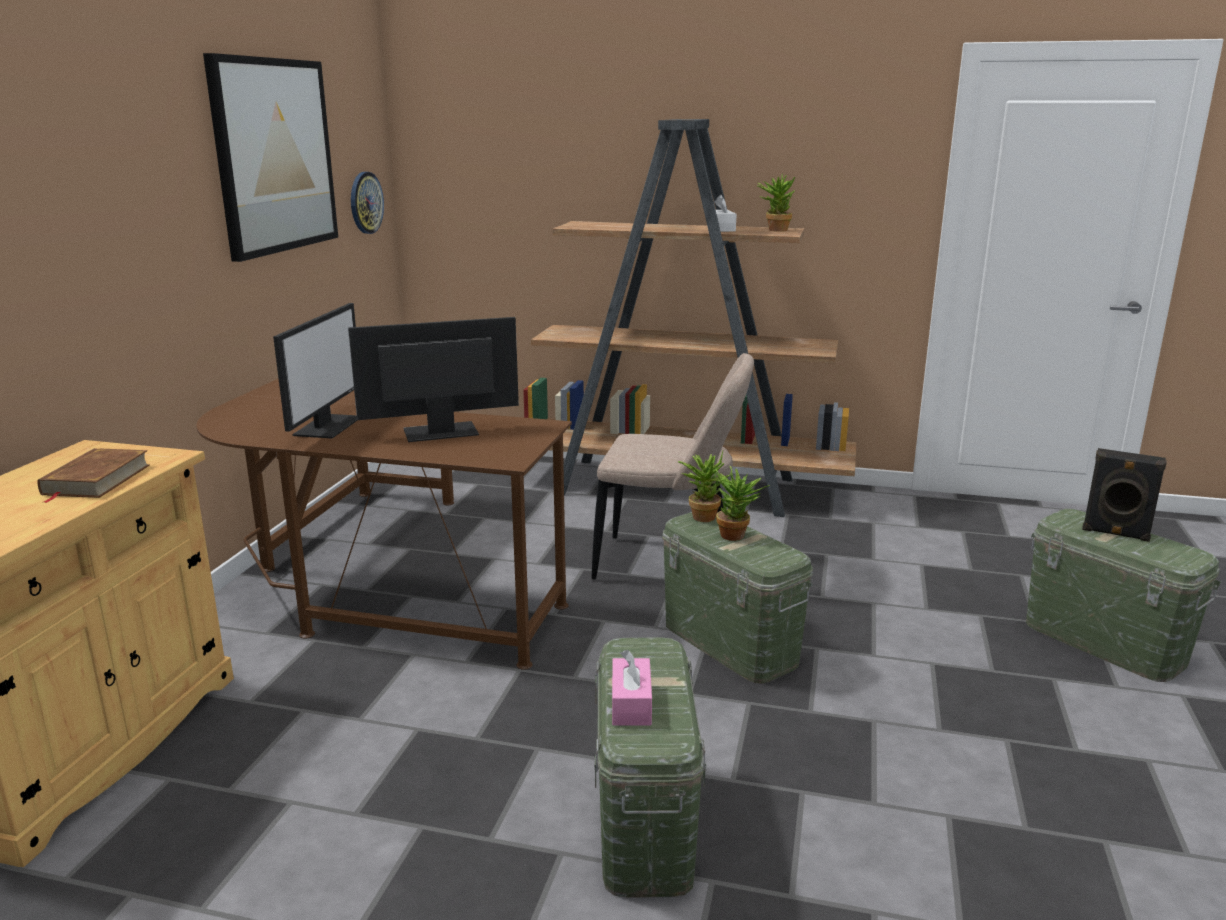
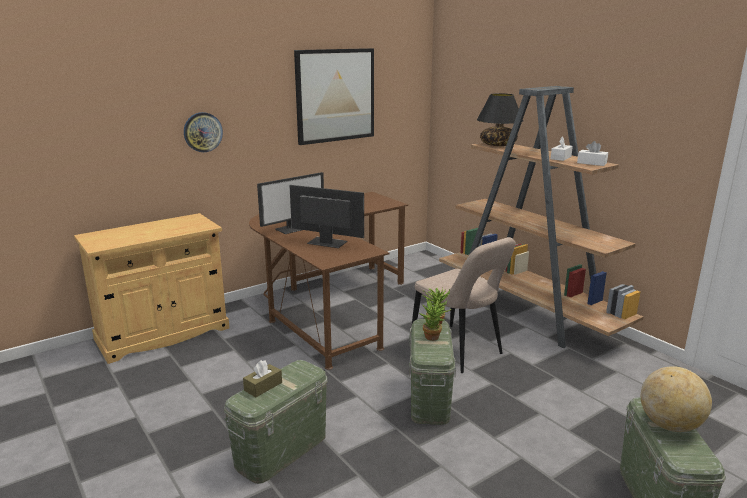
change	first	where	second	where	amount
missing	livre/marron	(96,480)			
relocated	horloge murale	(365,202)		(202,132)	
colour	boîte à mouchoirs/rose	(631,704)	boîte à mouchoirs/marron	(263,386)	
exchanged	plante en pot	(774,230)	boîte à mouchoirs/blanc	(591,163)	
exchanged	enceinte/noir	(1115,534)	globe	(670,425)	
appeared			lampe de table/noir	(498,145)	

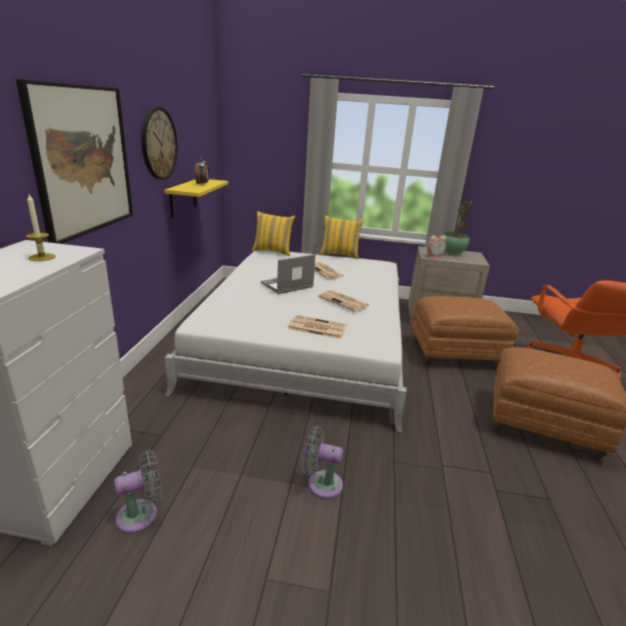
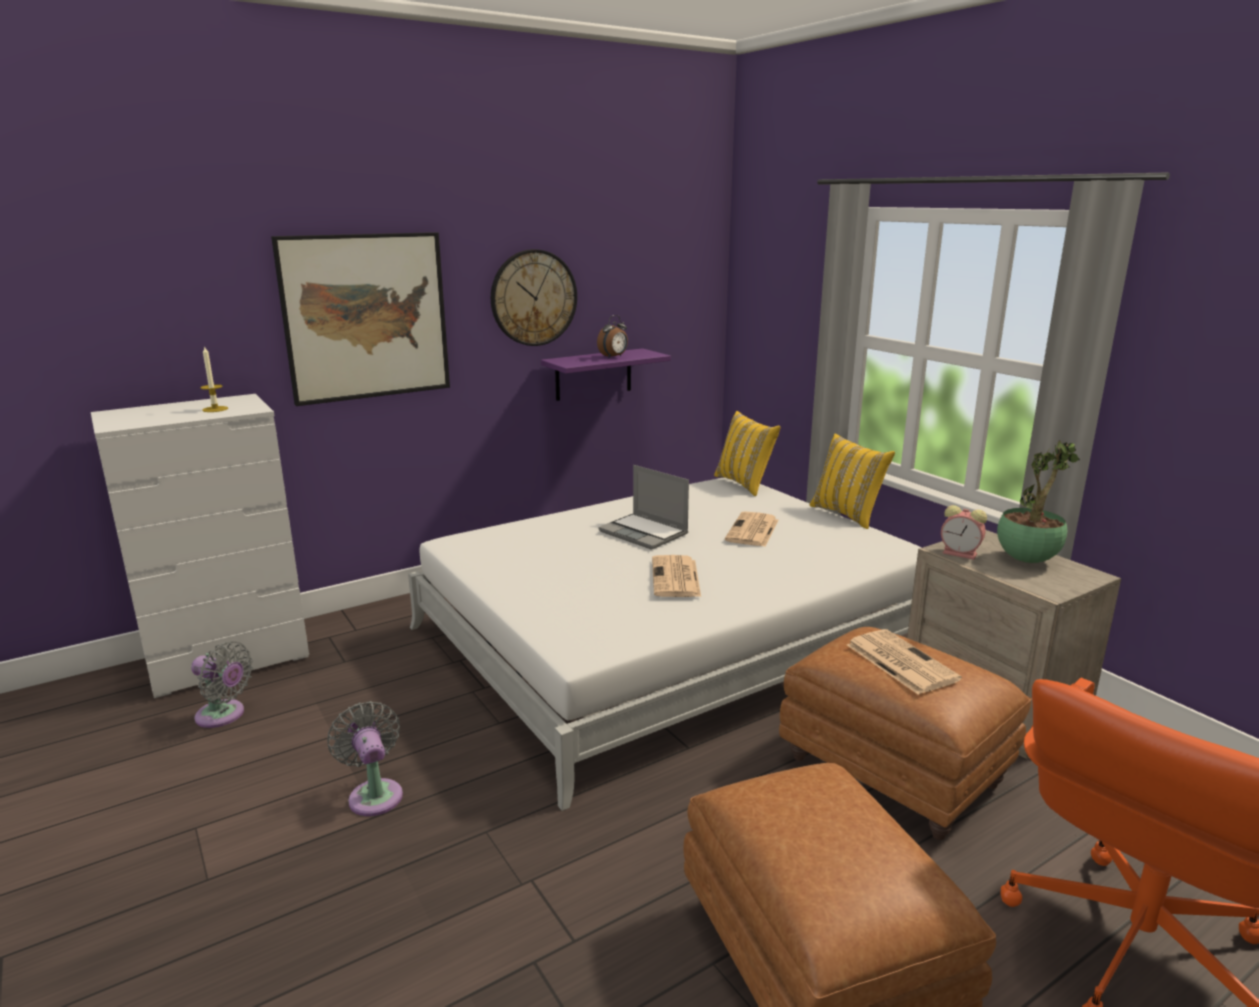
change	first	where	second	where	amount
colour	étagère/jaune	(183,197)	étagère/violet	(593,374)	
spun	ordinateur portable	(287,286)		(645,533)	150 degrees counterclockwise
relocated	journal	(316,327)		(899,661)	

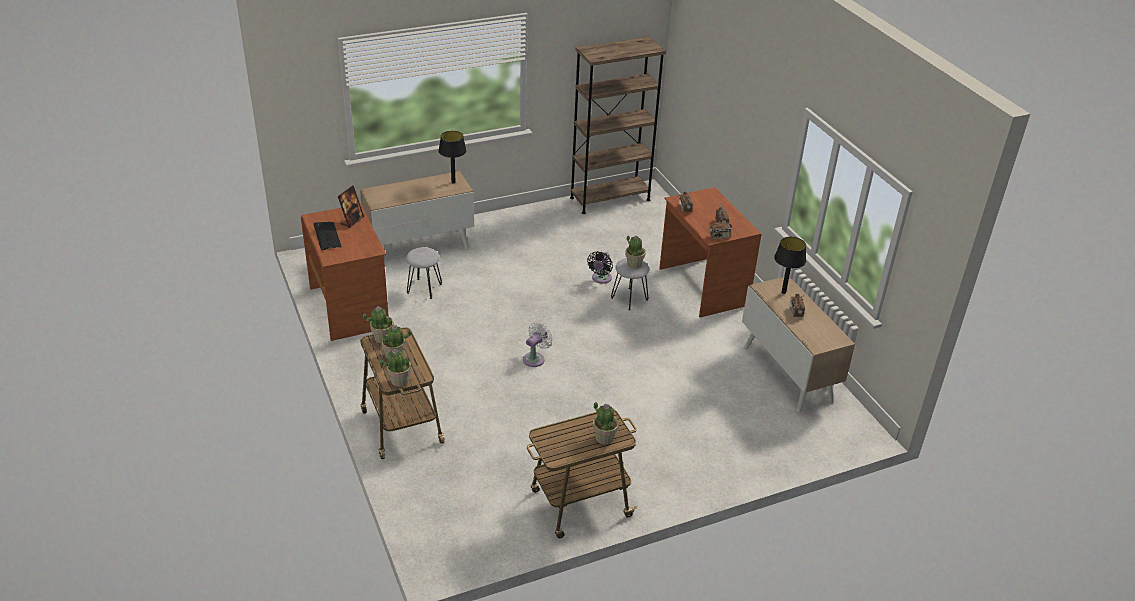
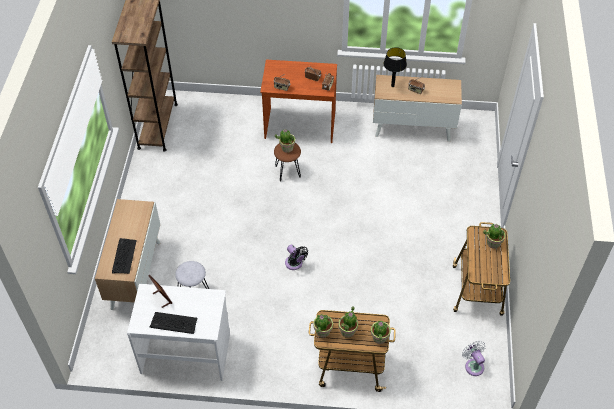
change	first	where	second	where	amount
colour	bureau/marron	(350,307)	bureau/blanc	(186,352)	
missing	lampe de table/noir	(453,182)			
relocated	ventilateur/blanc	(535,358)		(473,365)	
relocated	ventilateur/noir	(601,279)		(295,264)	
colour	tabouret/gris	(629,298)	tabouret/marron	(287,171)	
appeared			clavier	(124,256)	

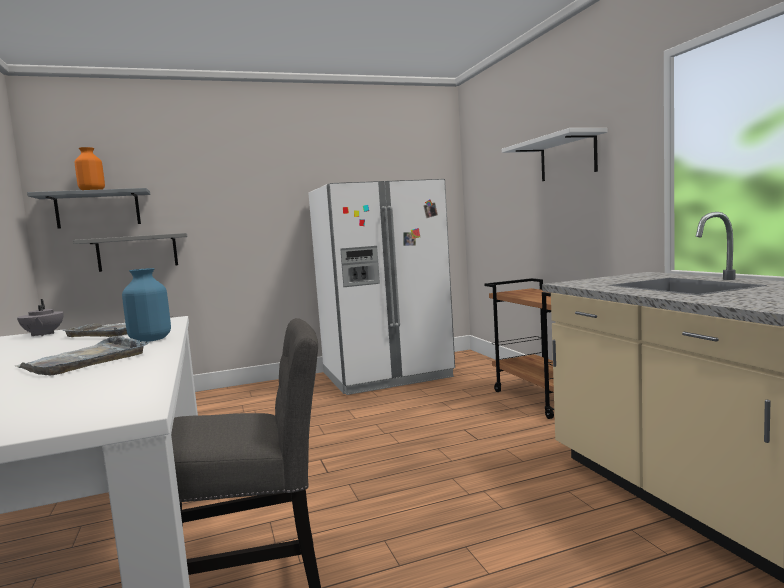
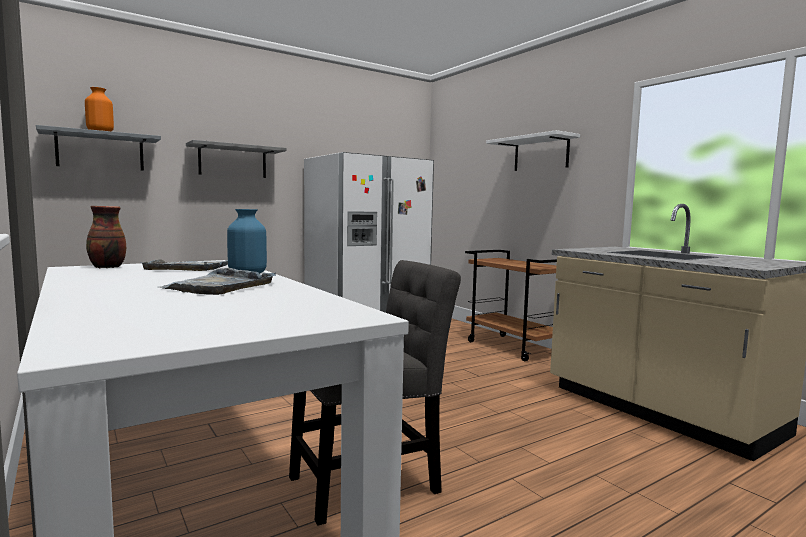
change	first	where	second	where	amount
exchanged	théière/gris	(43,334)	vase	(107,267)	
relocated	étagère/gris	(137,252)		(232,161)	

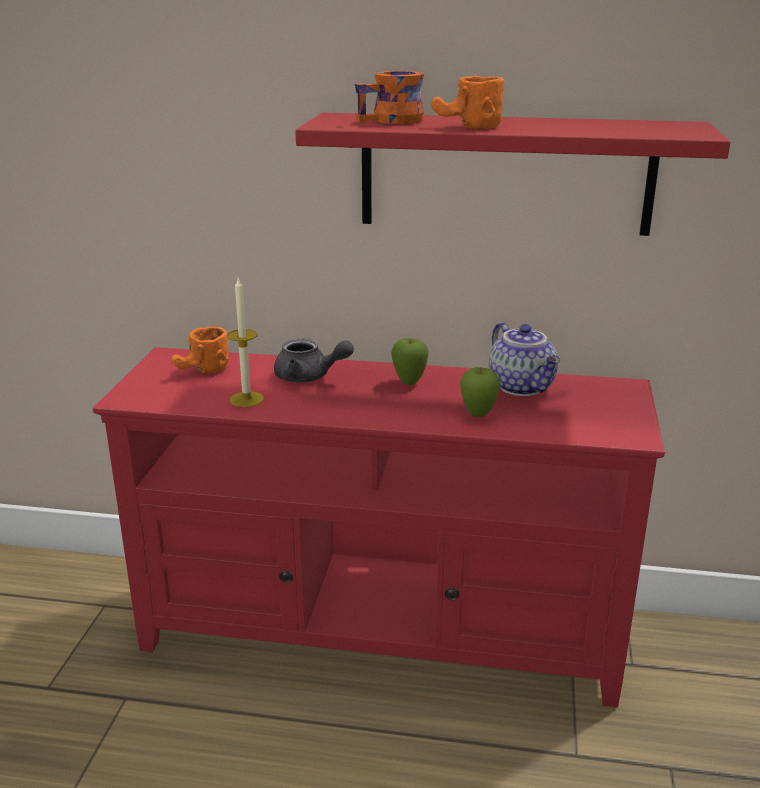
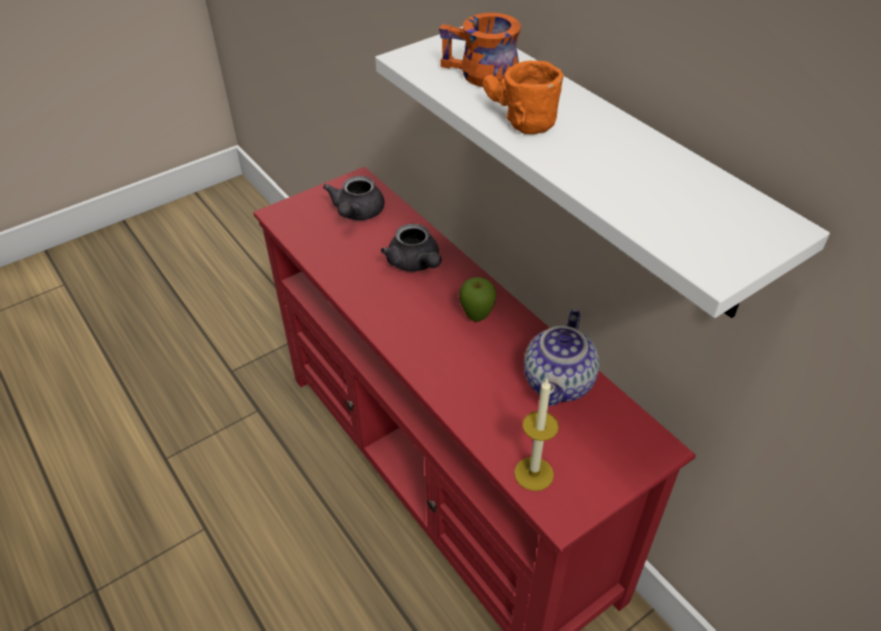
change	first	where	second	where	amount
exchanged	mug/orange	(202,372)	théière/gris	(356,213)	
relocated	bougie	(246,399)		(533,473)	
colour	étagère/rouge	(505,174)	étagère/blanc	(610,168)	
missing	pomme	(478,415)			

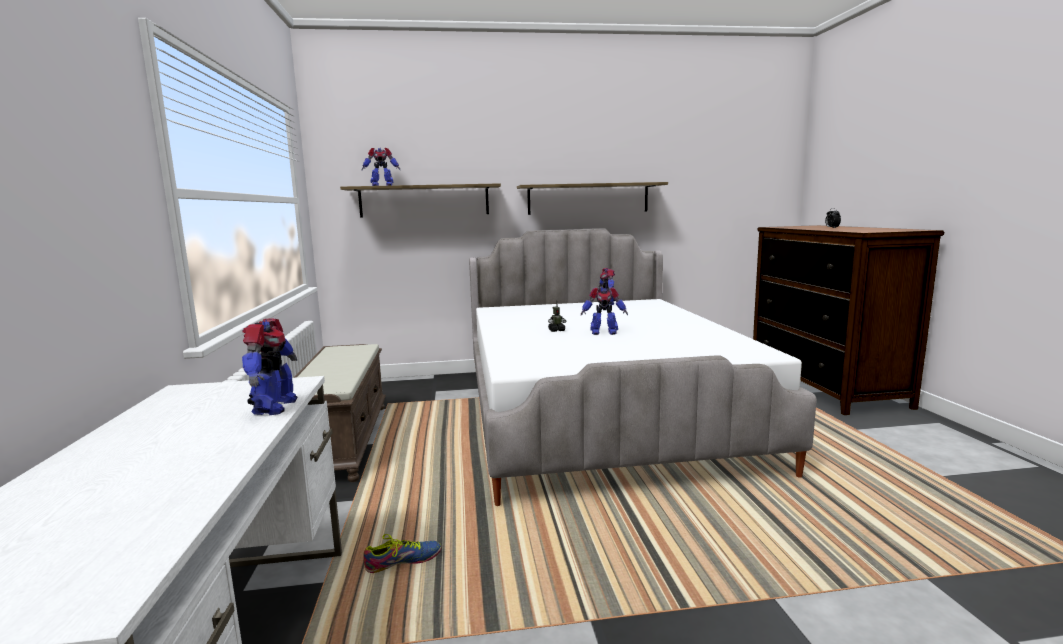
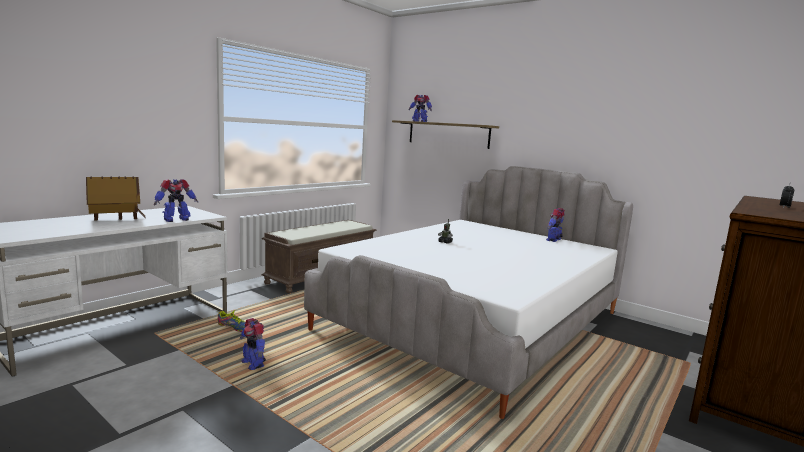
change	first	where	second	where	amount
missing	étagère	(588,198)			
relocated	robot jouet	(603,332)		(253,364)	
appeared			maison miniature	(116,219)	

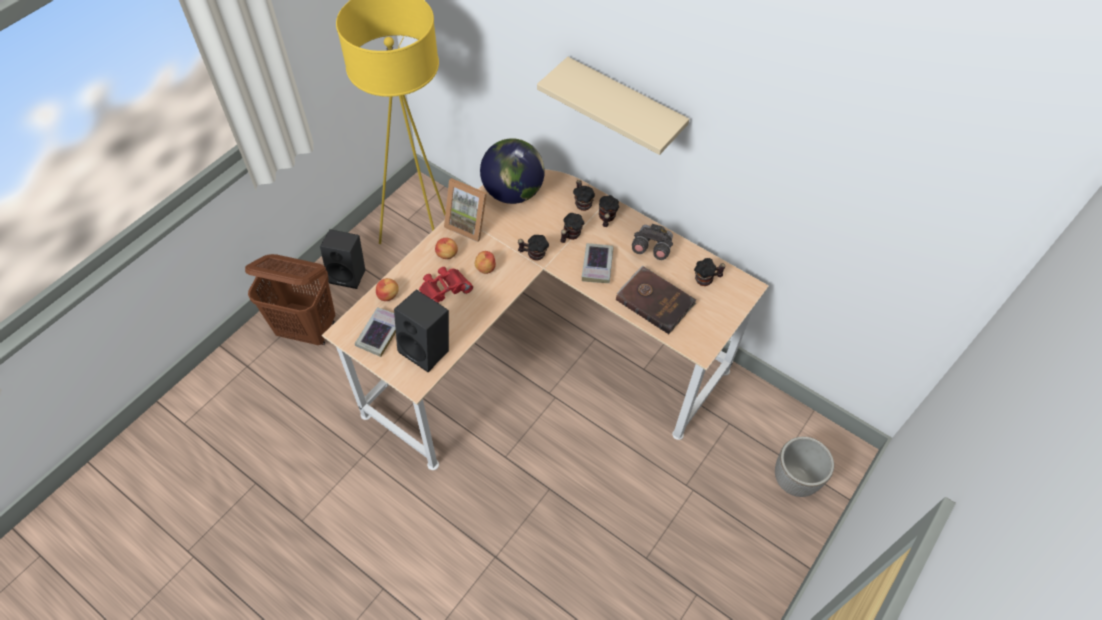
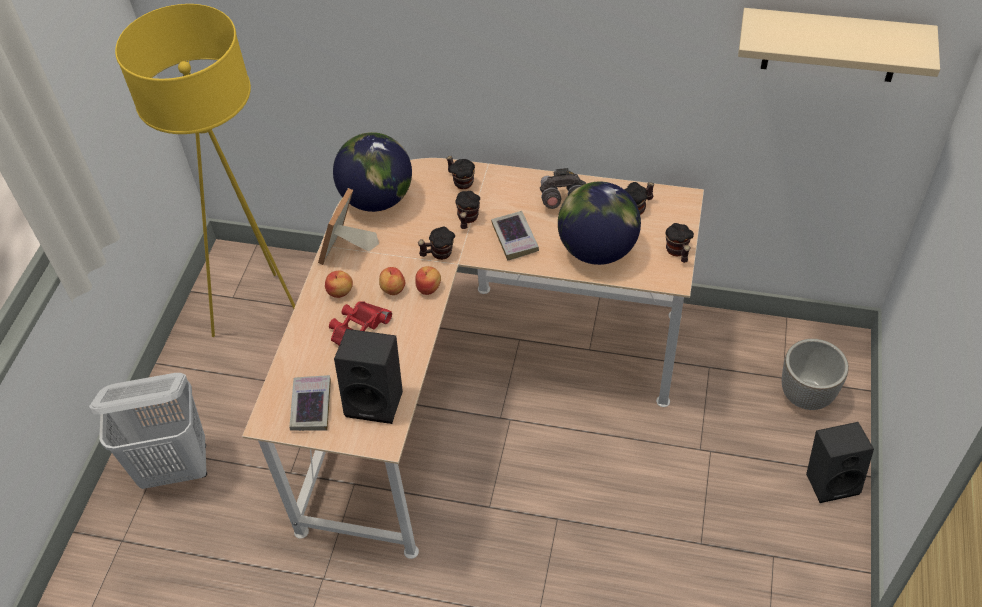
change	first	where	second	where	amount
colour	panier à linge/marron	(308,329)	panier à linge/blanc	(176,467)	
relocated	enceinte/noir	(349,274)		(831,480)	
relocated	pomme	(388,295)		(429,288)	
spun	cadre photo	(469,224)		(346,250)	105 degrees clockwise
relocated	étagère/beige	(624,107)		(832,45)	
relocated	mug	(606,218)		(678,252)	
exchanged	livre/marron	(655,300)	globe	(597,249)	

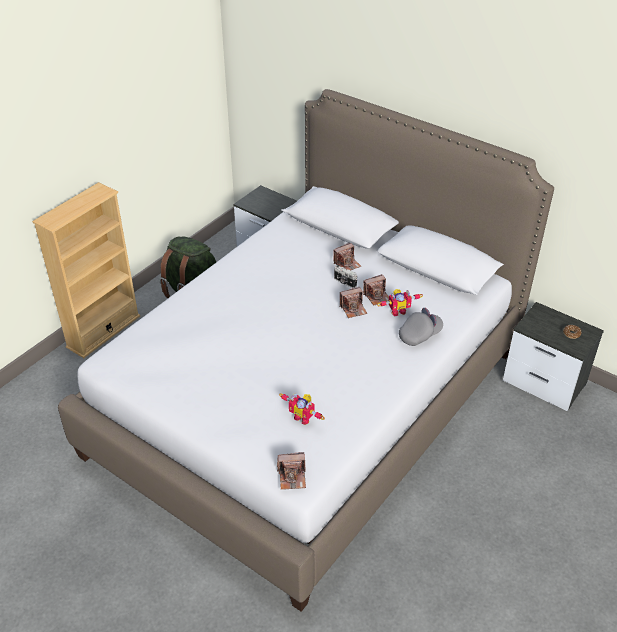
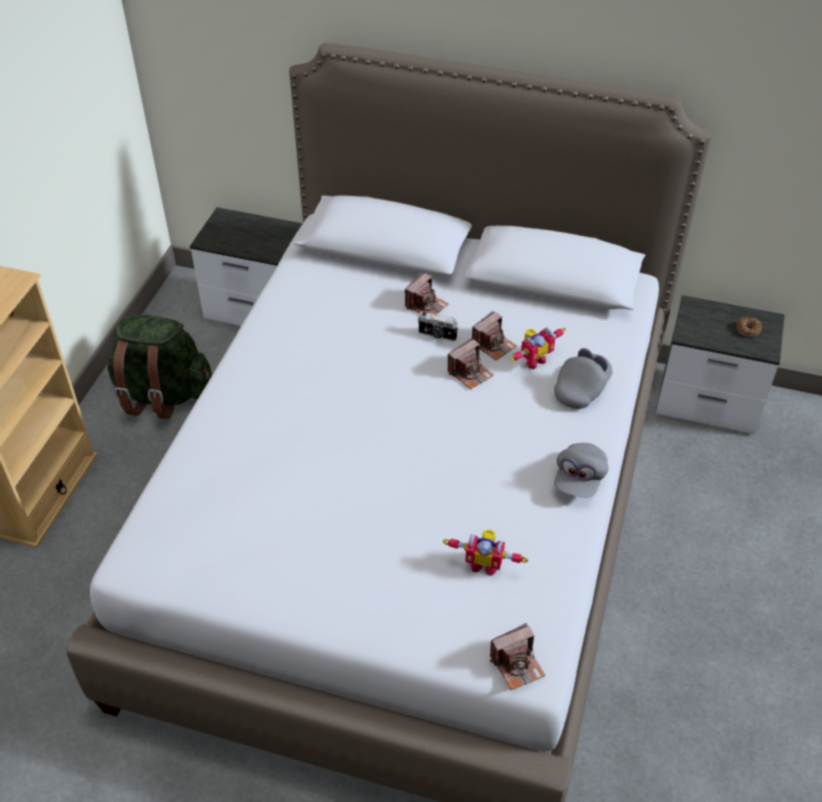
change	first	where	second	where	amount
appeared			casquette/gris	(579,479)	

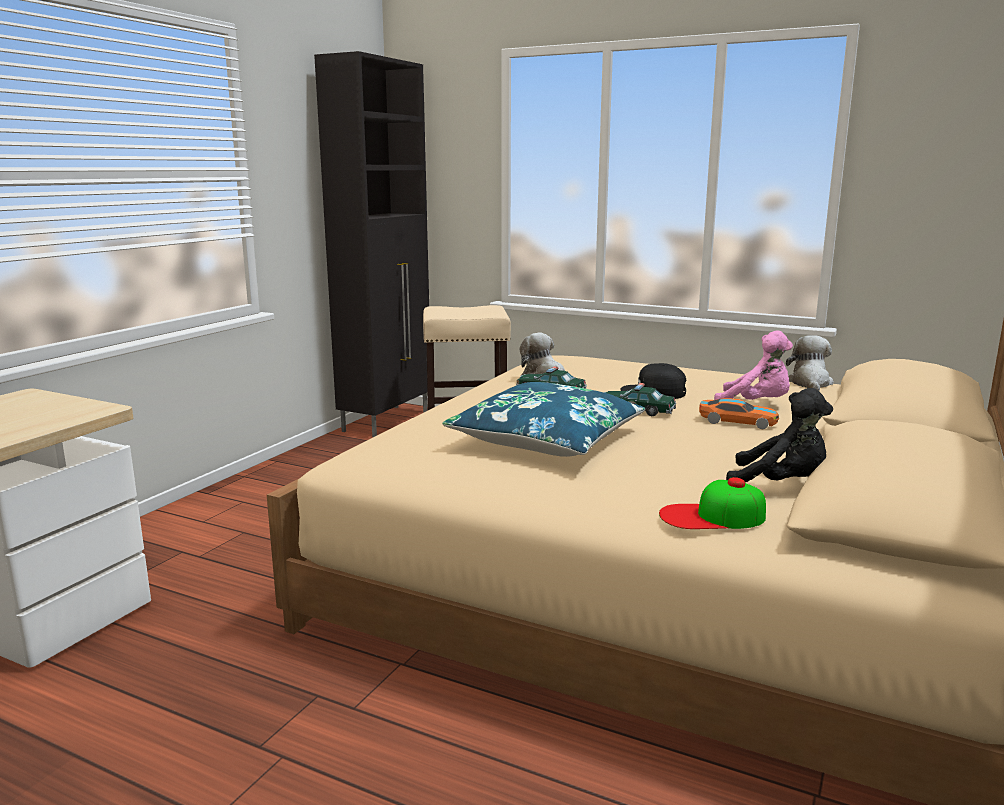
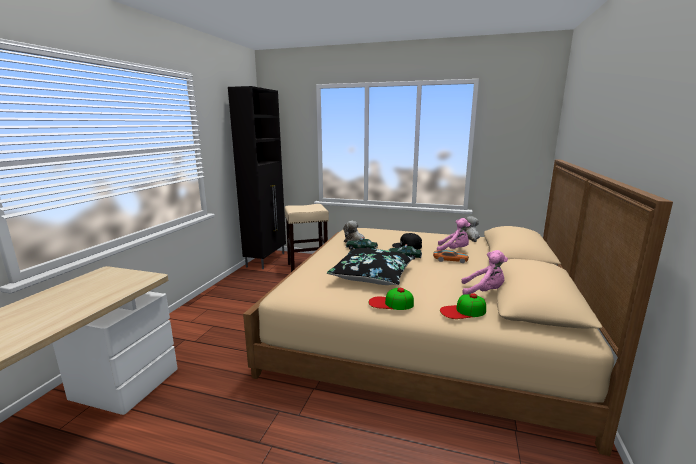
change	first	where	second	where	amount
colour	coussin/bleu	(547,439)	coussin/noir	(372,275)	
colour	peluche/noir	(781,485)	peluche/rose	(484,292)	
appeared			casquette	(390,303)	

